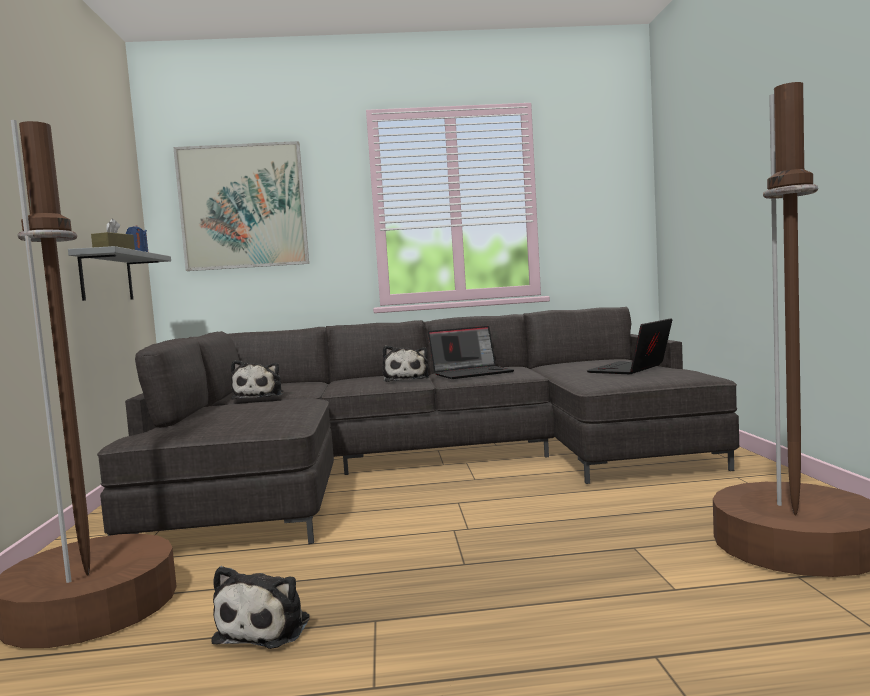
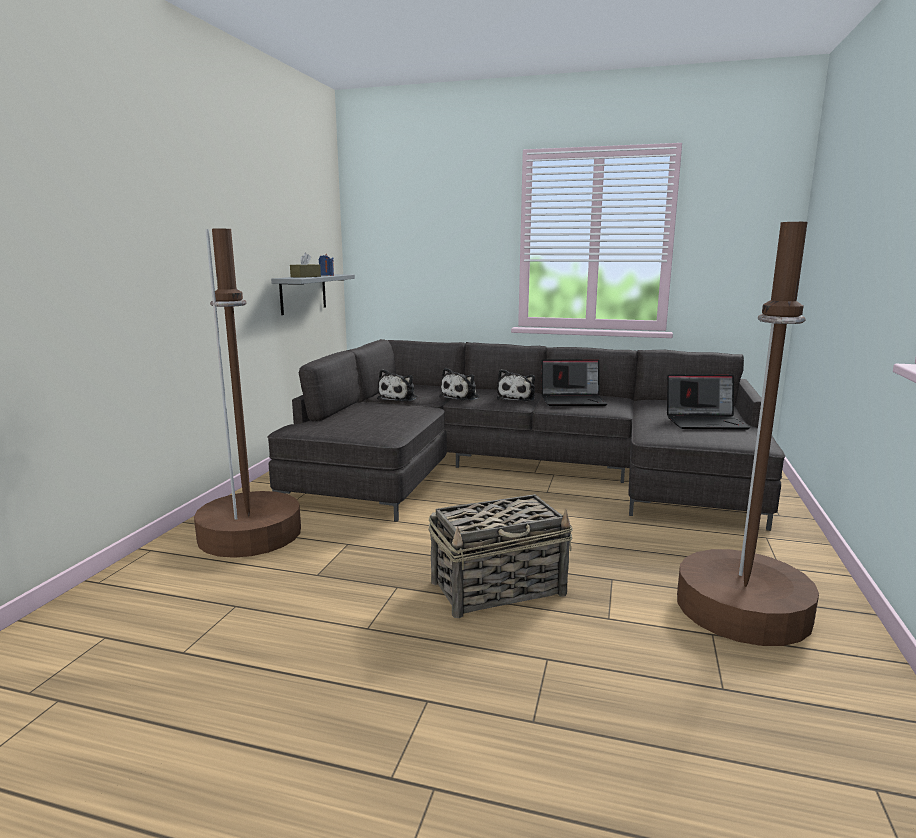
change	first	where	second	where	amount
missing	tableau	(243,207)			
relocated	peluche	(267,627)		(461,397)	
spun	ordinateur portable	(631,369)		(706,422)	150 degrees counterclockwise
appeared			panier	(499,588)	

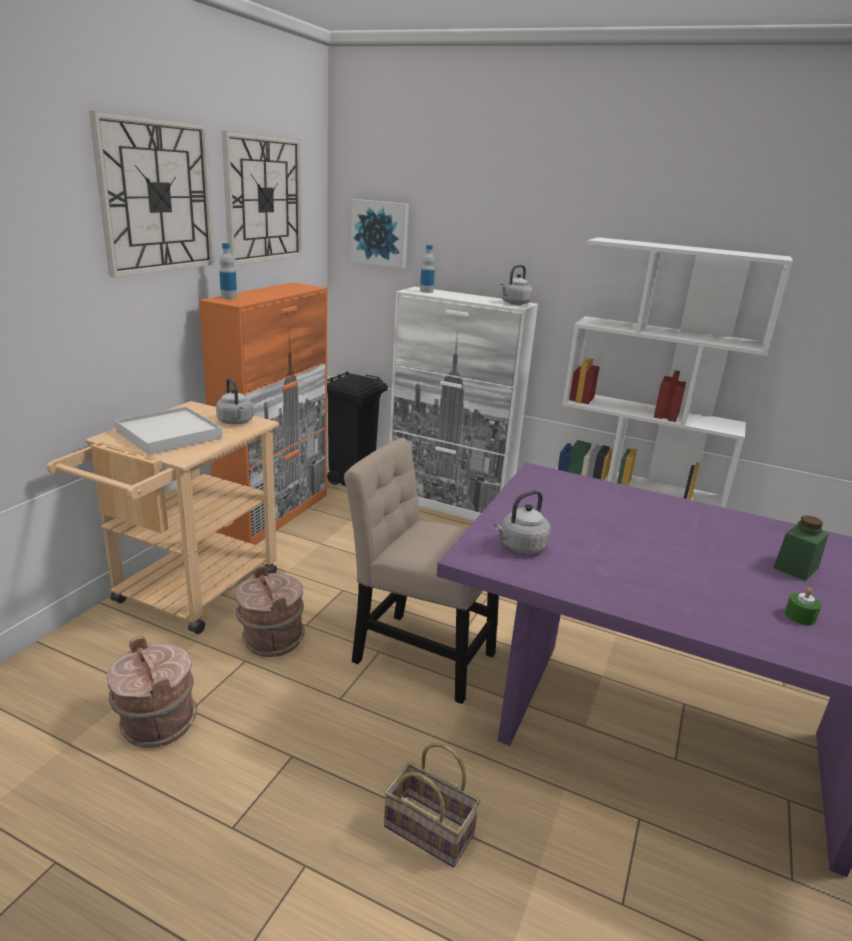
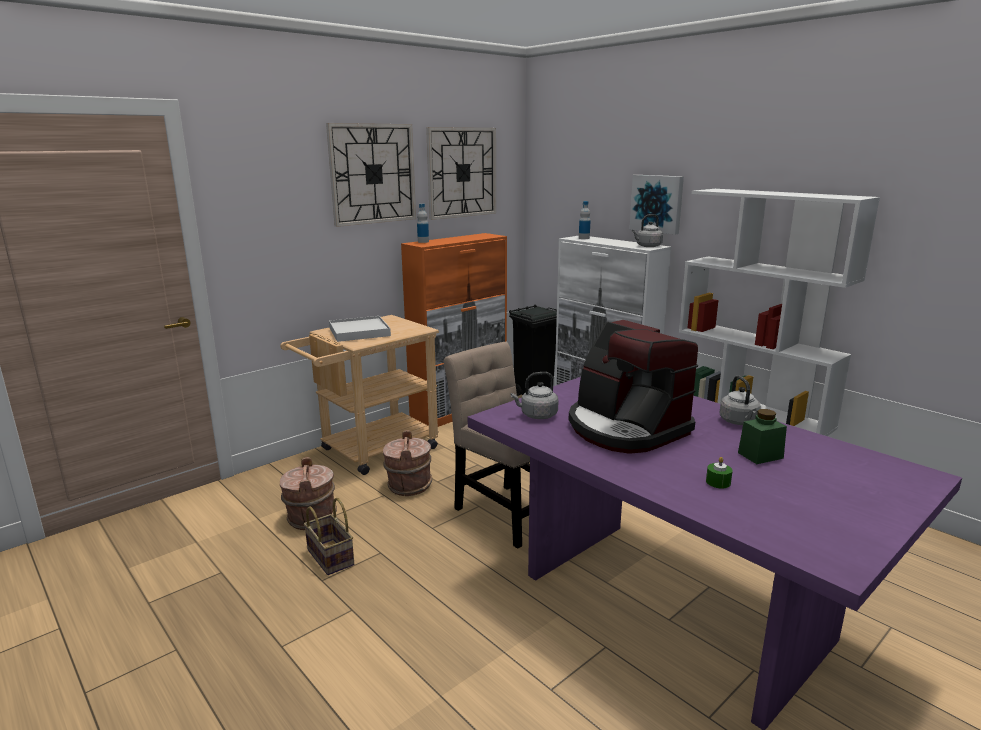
change	first	where	second	where	amount
relocated	bouilloire/gris	(236,422)		(739,422)	
relocated	tableau	(380,233)		(657,203)	
relocated	panier	(431,830)		(332,557)	
appeared			machine à café	(625,428)	

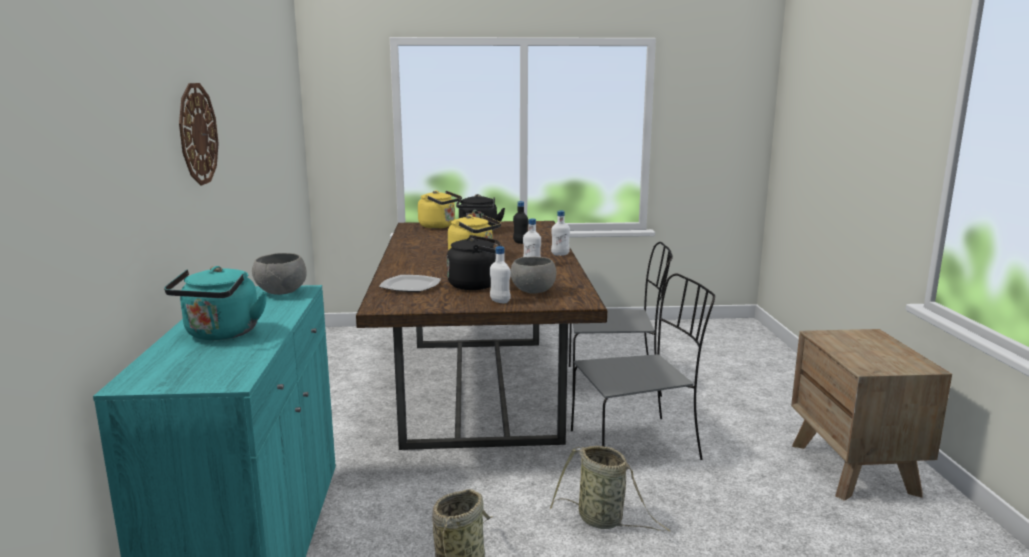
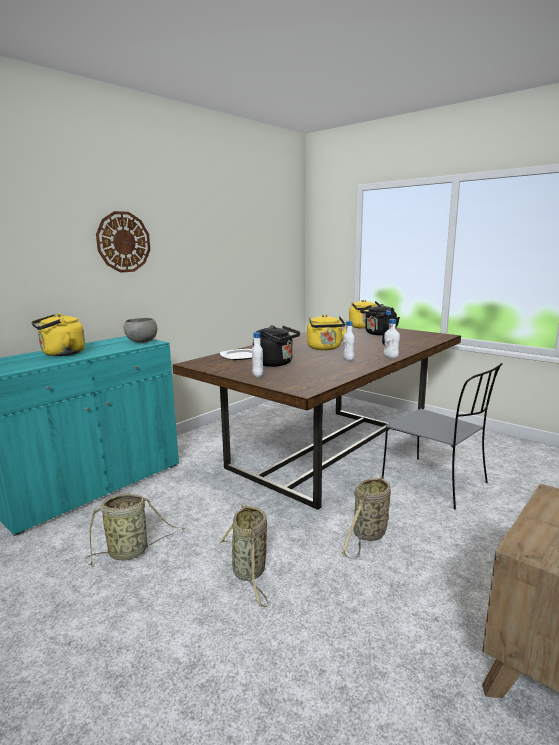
change	first	where	second	where	amount
colour	bouilloire/turquoise	(221,334)	bouilloire/jaune	(61,354)	
missing	bol/gris	(533,292)			
exchanged	chaise/gris	(637,445)	panier	(368,535)	

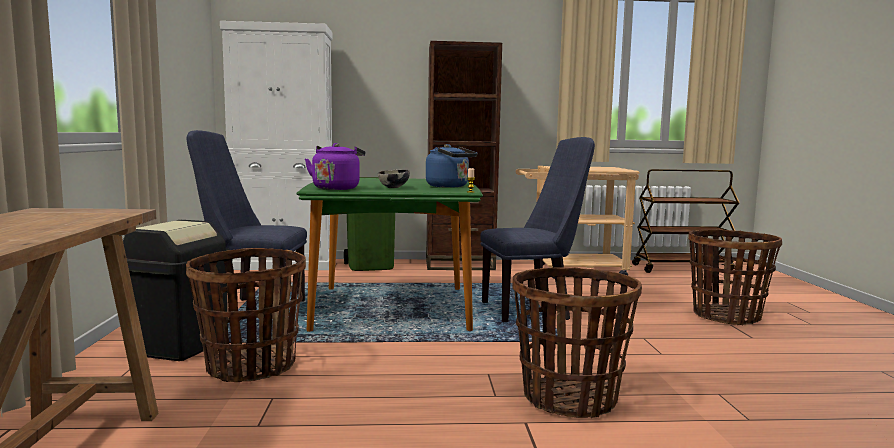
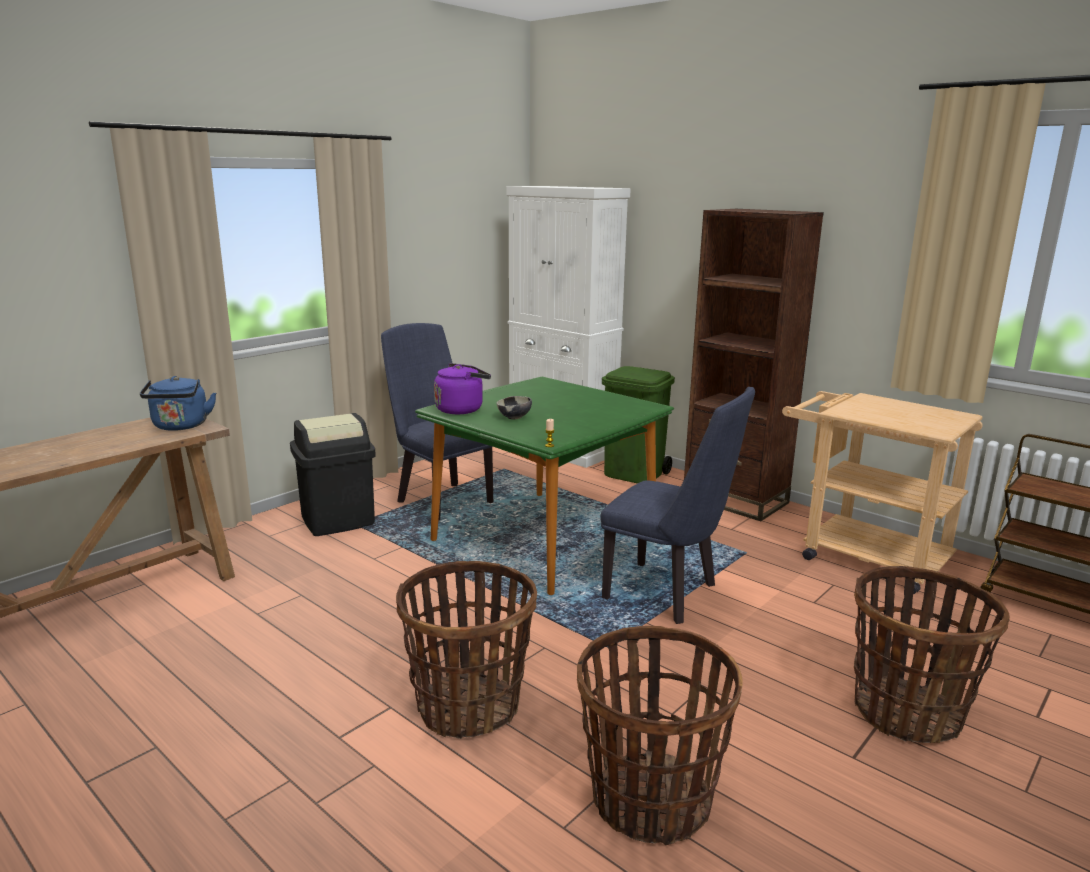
change	first	where	second	where	amount
relocated	panier	(251,367)		(649,800)	
relocated	bouilloire/bleu	(450,186)		(180,426)	

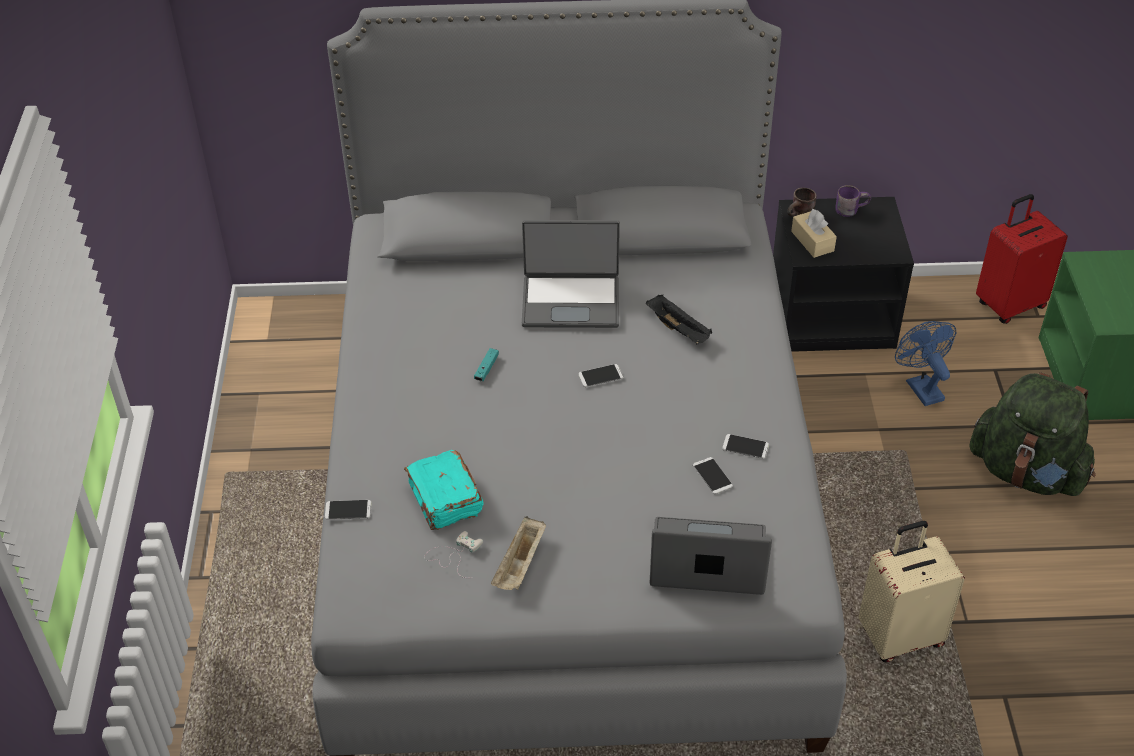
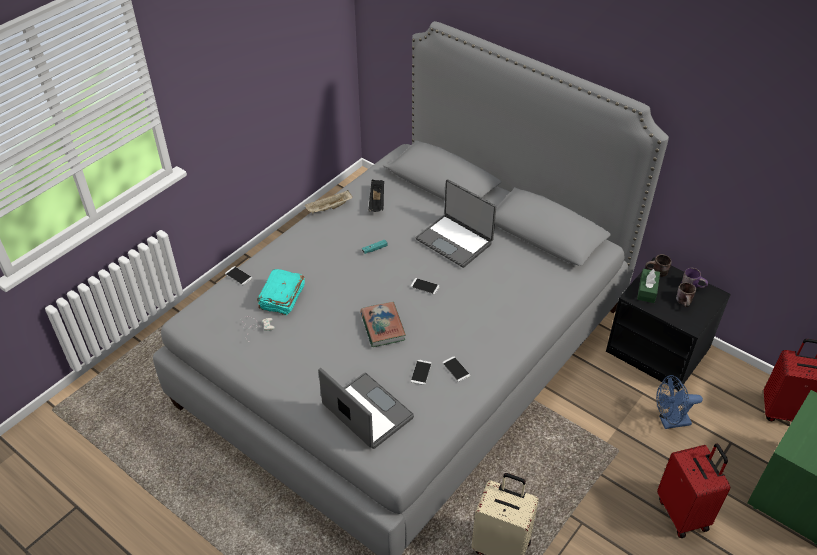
change	first	where	second	where	amount
relocated	plateau/beige	(520,565)		(329,208)	
relocated	plateau/noir	(679,329)		(377,202)	
colour	boîte à mouchoirs/beige	(812,241)	boîte à mouchoirs/vert	(647,290)	
spun	ventilateur/bleu	(920,387)		(670,422)	120 degrees counterclockwise
exchanged	sac à dos/vert	(1026,472)	valise/rouge	(683,513)	
appeared			livre	(382,327)	
appeared			mug/marron	(685,302)	

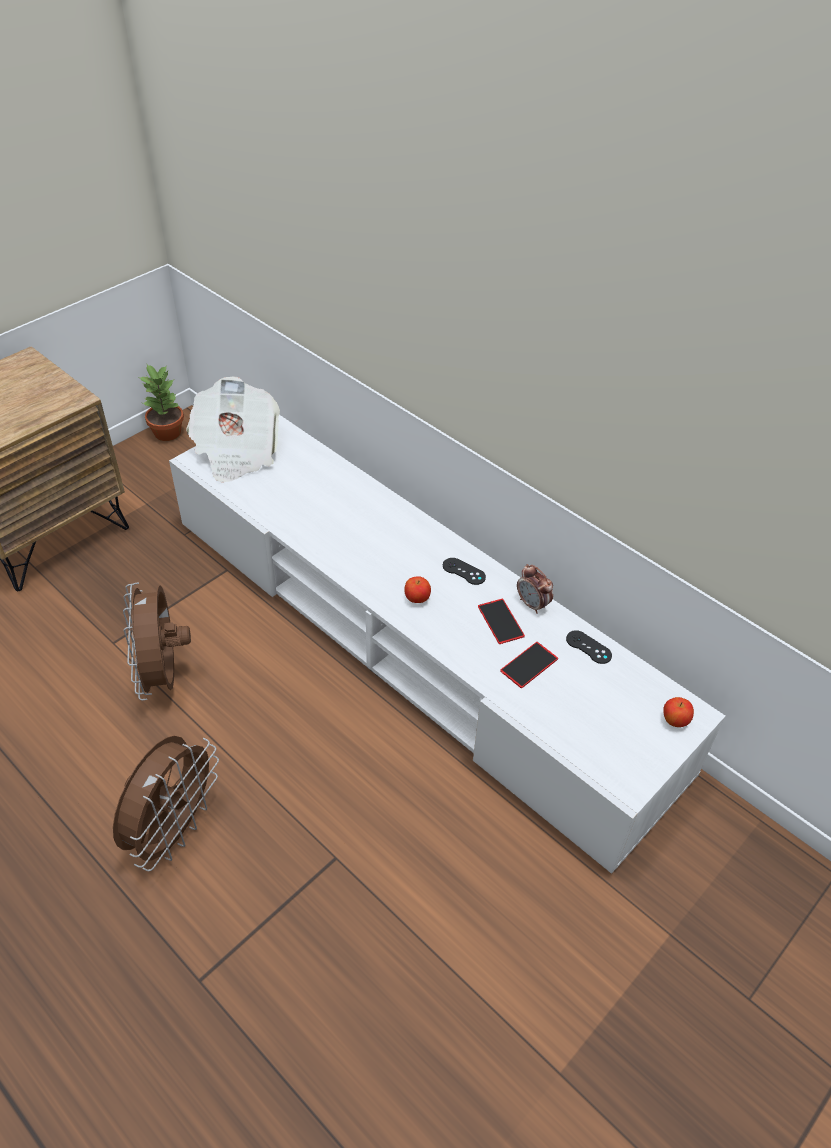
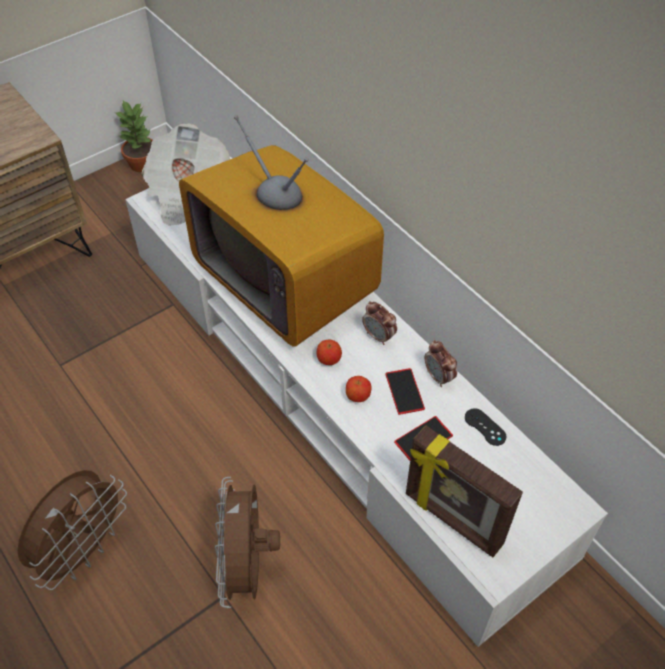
change	first	where	second	where	amount
relocated	ventilateur/marron	(164,675)		(248,567)	
exchanged	manette/noir	(464,571)	réveil	(379,336)	
relocated	pomme	(674,720)		(357,396)	
appeared			téléviseur	(285,282)	
appeared			cadre photo	(452,520)	

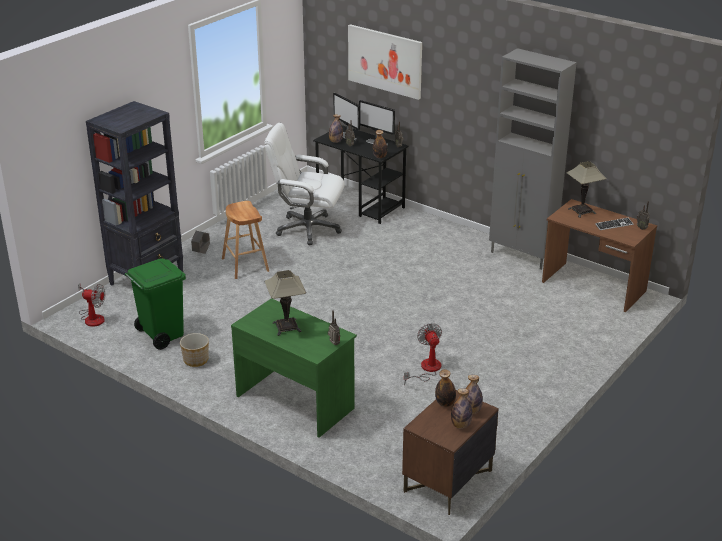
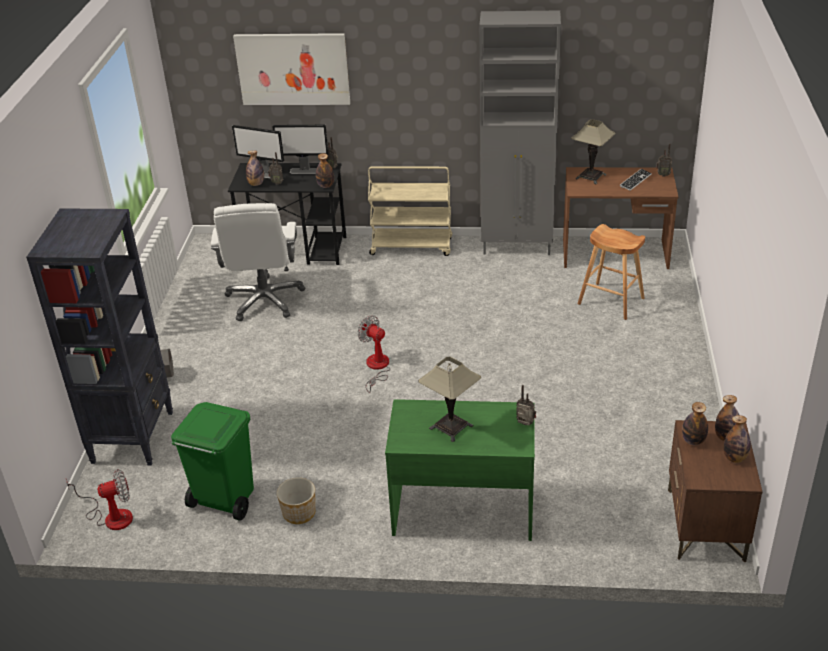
change	first	where	second	where	amount
relocated	tabouret/marron	(245,265)		(611,301)	
spun	chaise de bureau/blanc	(307,229)		(265,300)	75 degrees counterclockwise
relocated	ventilateur	(426,369)		(376,368)	
appeared			chariot/beige	(412,246)	

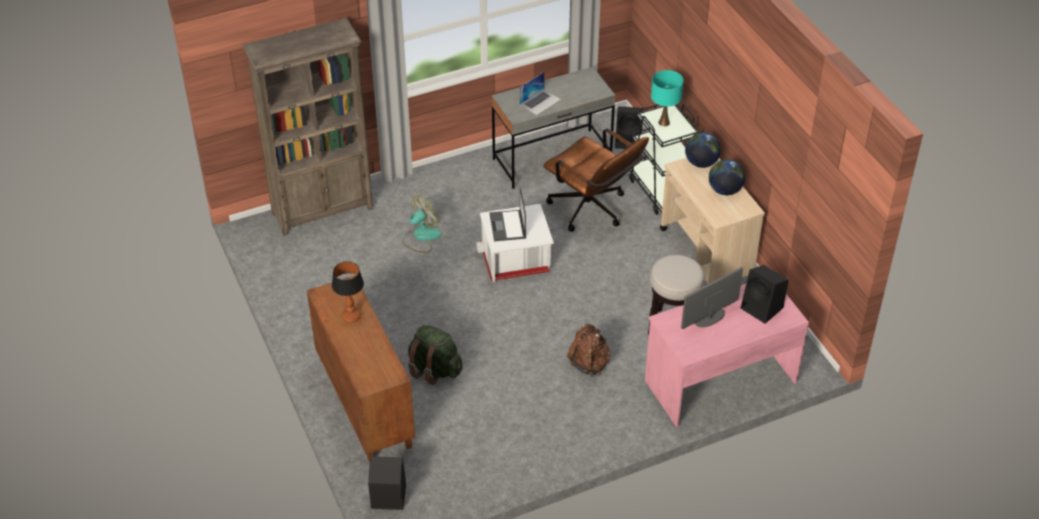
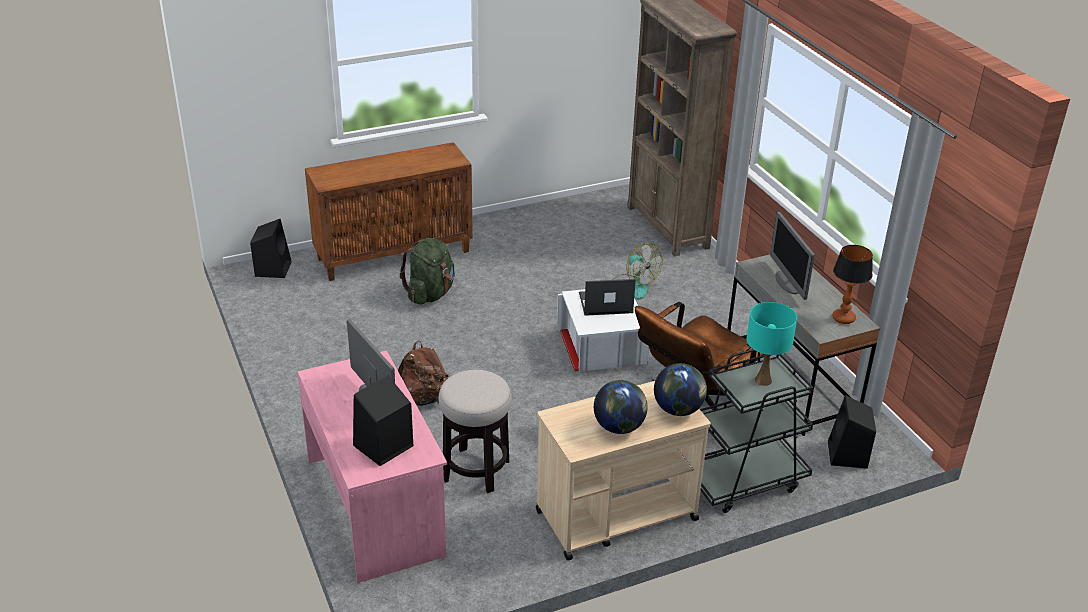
change	first	where	second	where	amount
relocated	lampe de table	(351,316)		(843,318)	
exchanged	ordinateur portable	(540,102)	écran d'ordinateur	(787,283)	

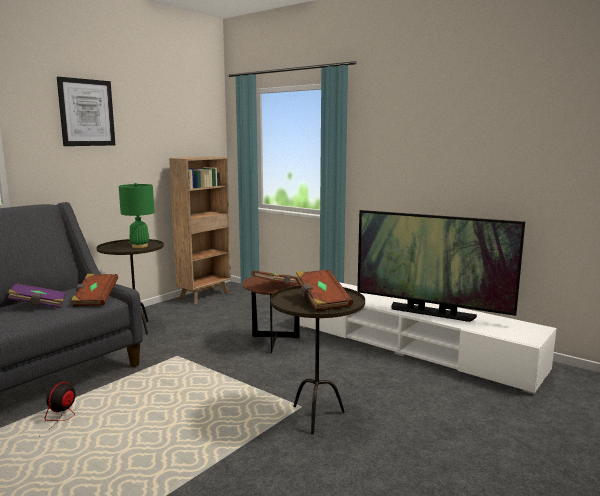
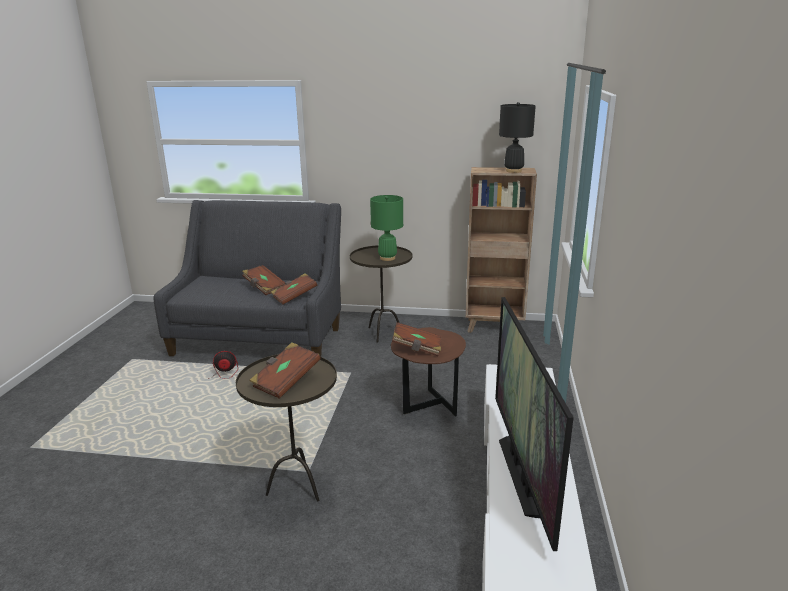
change	first	where	second	where	amount
colour	livre/violet	(38,305)	livre/marron	(264,287)	
missing	tableau	(86,112)			
appeared			lampe de table/noir	(513,171)	

